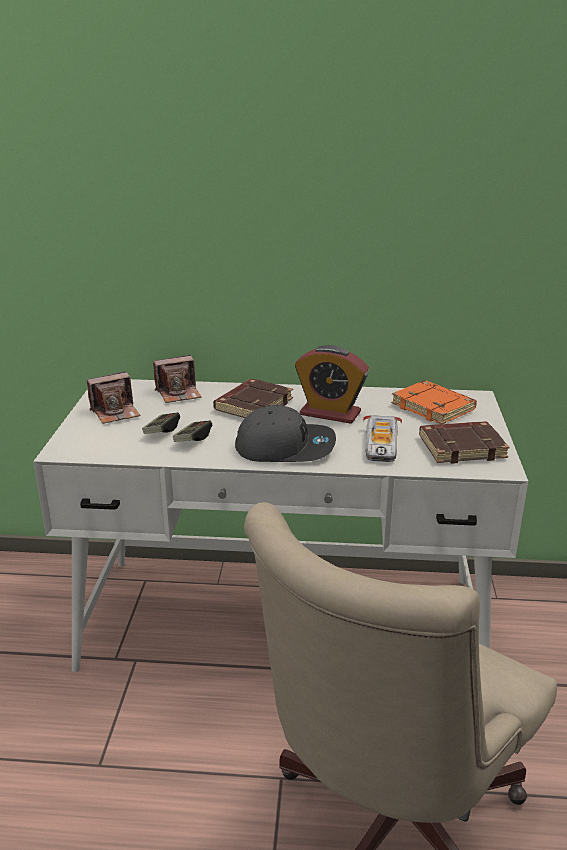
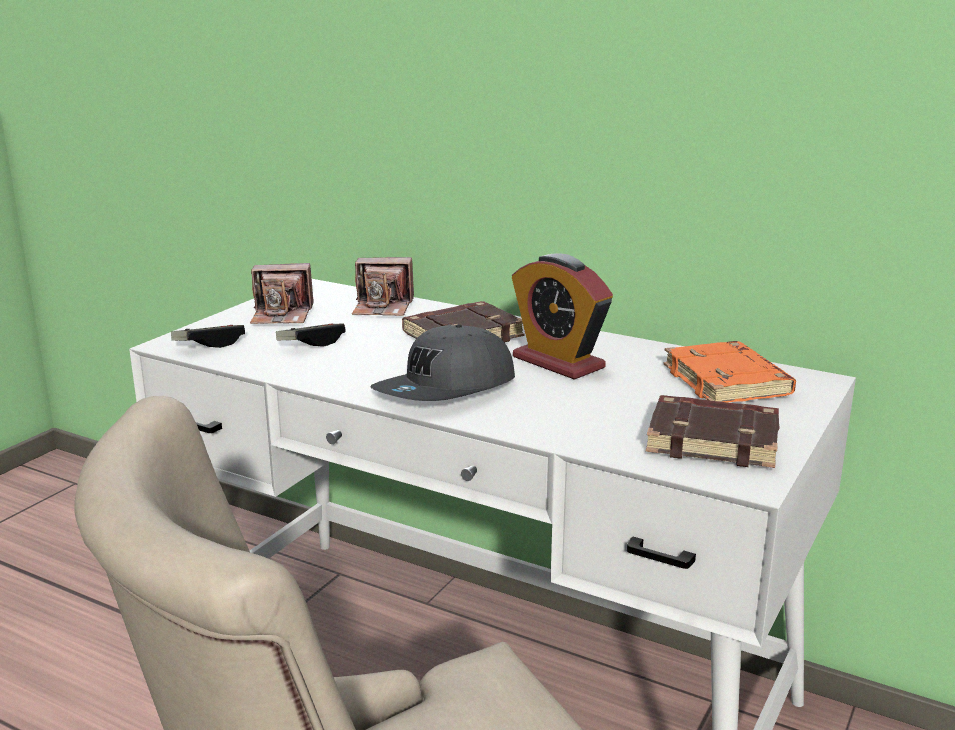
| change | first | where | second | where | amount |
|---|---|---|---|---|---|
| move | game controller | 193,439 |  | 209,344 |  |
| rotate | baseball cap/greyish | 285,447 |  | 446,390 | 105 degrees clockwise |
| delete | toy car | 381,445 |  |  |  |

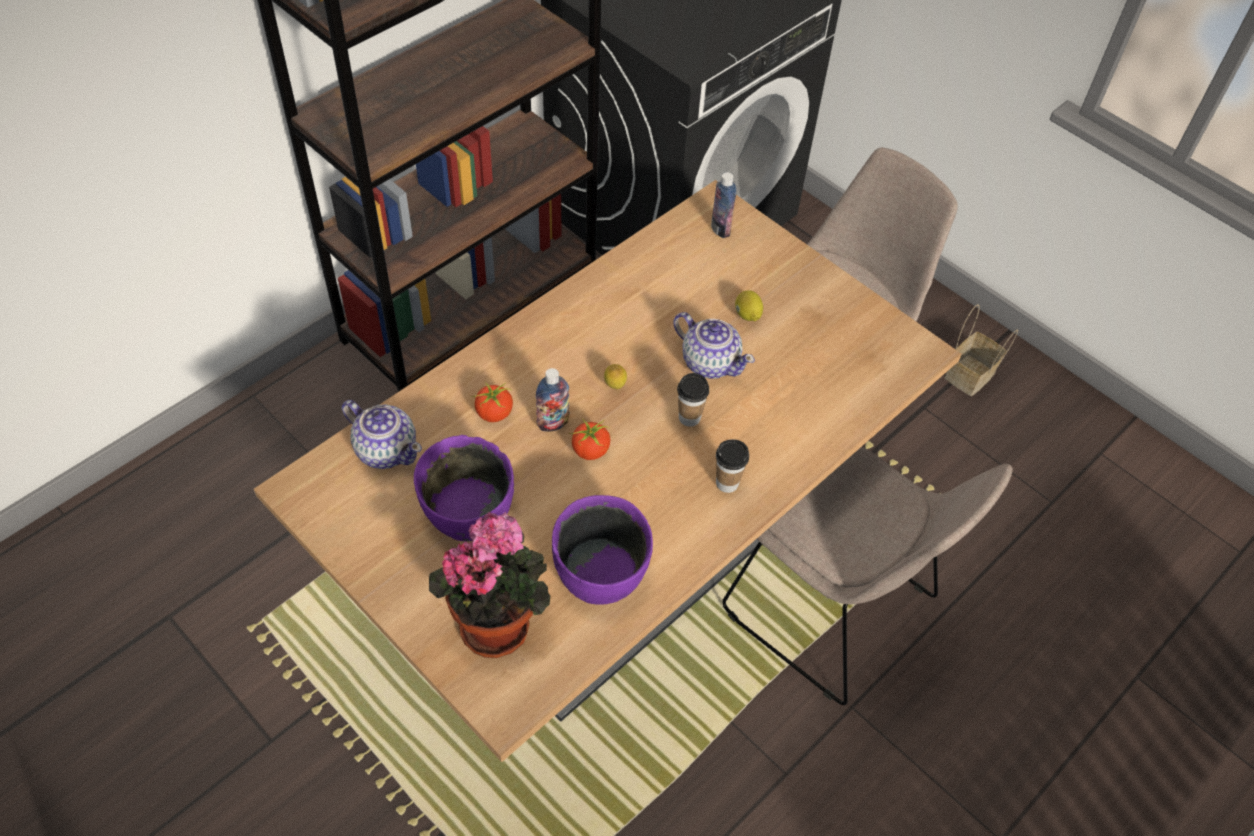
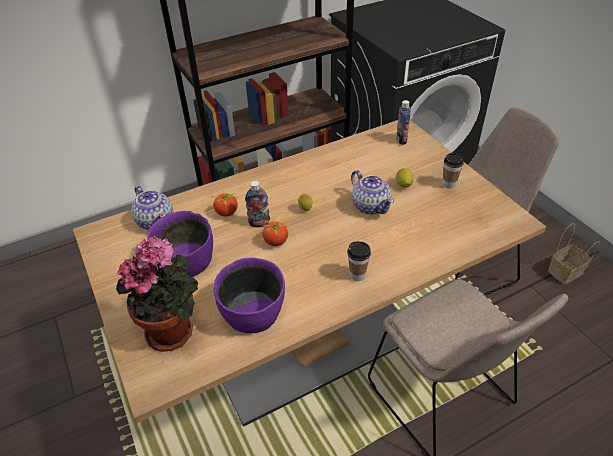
| change | first | where | second | where | amount |
|---|---|---|---|---|---|
| move | small cup | 689,417 |  | 449,184 |  |

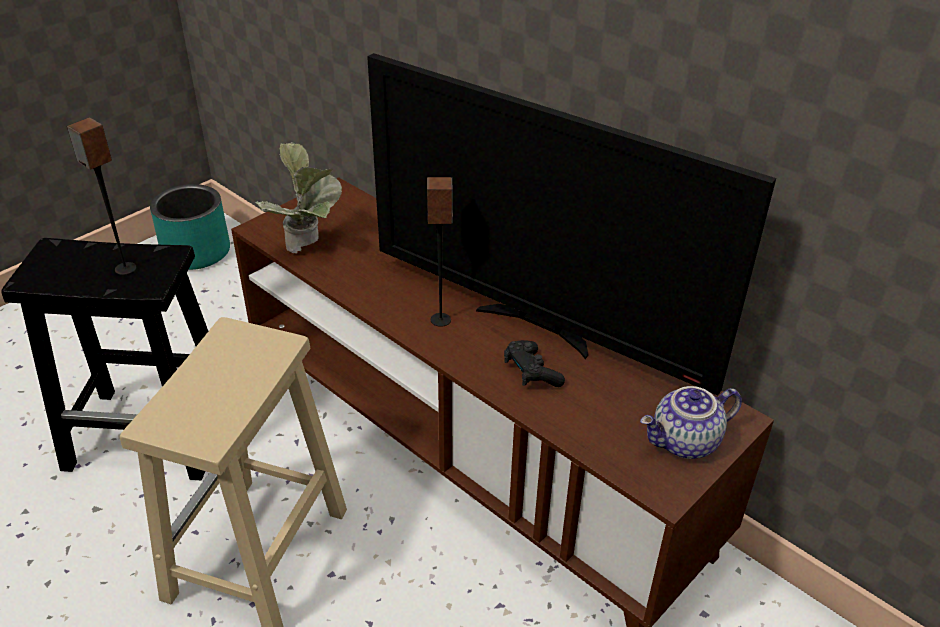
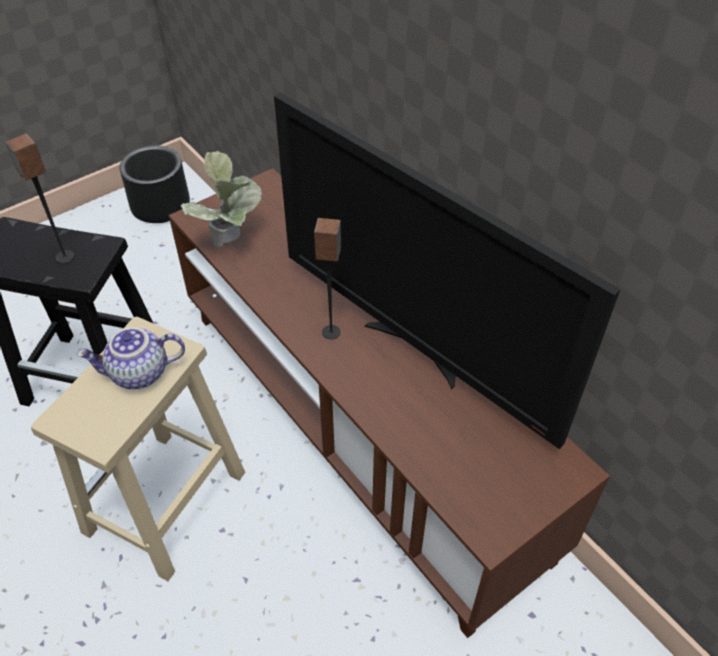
| change | first | where | second | where | amount |
|---|---|---|---|---|---|
| move | teapot | 685,443 |  | 139,374 |  |
| recolor | flower pot/blue-green | 197,252 | flower pot/black | 161,206 |  |
| delete | game controller/black | 531,373 |  |  |  |

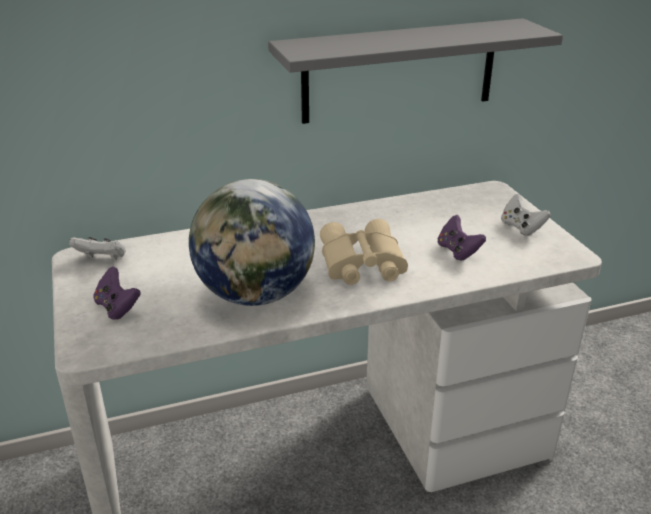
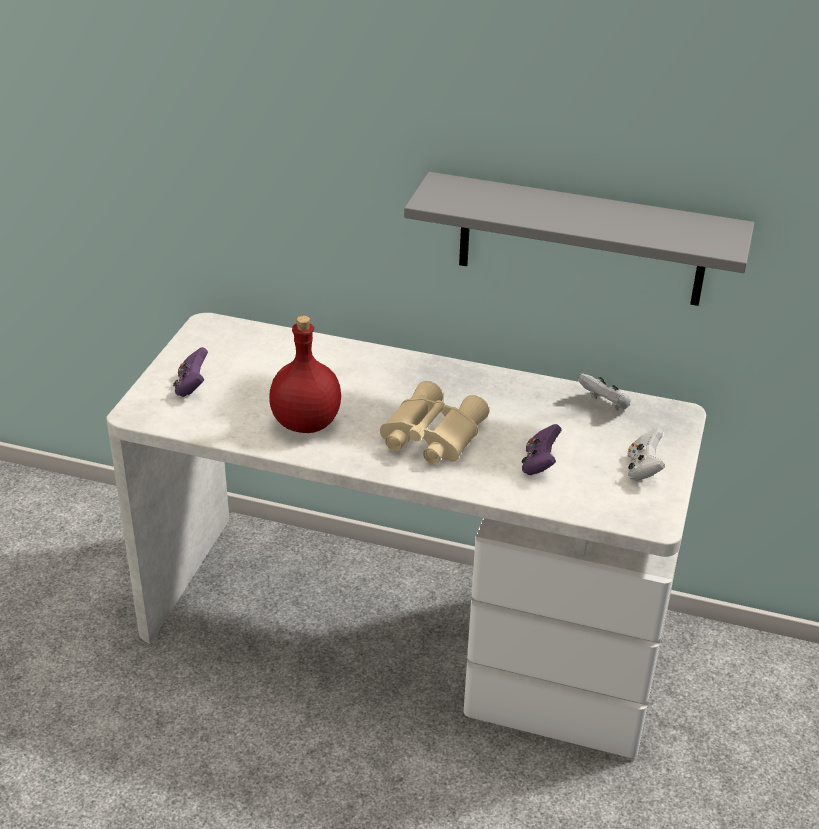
| change | first | where | second | where | amount |
|---|---|---|---|---|---|
| replace | world globe | 256,295 | beverage bottle/reddish | 307,423 |  |
| move | game controller/white-coloured | 102,259 |  | 604,404 |  |

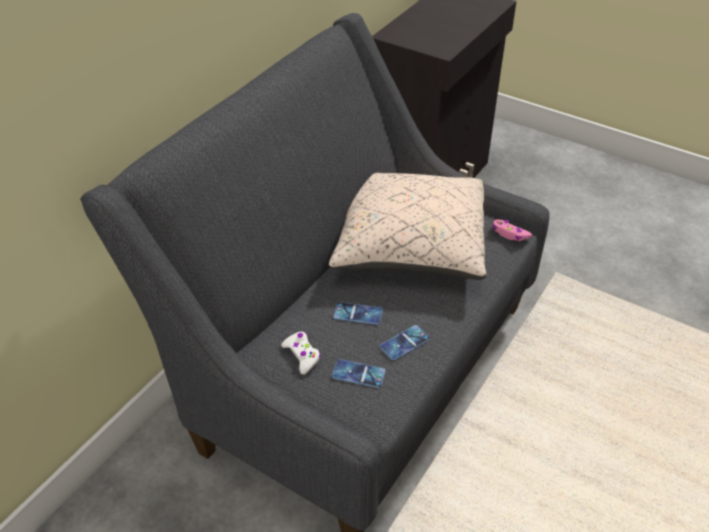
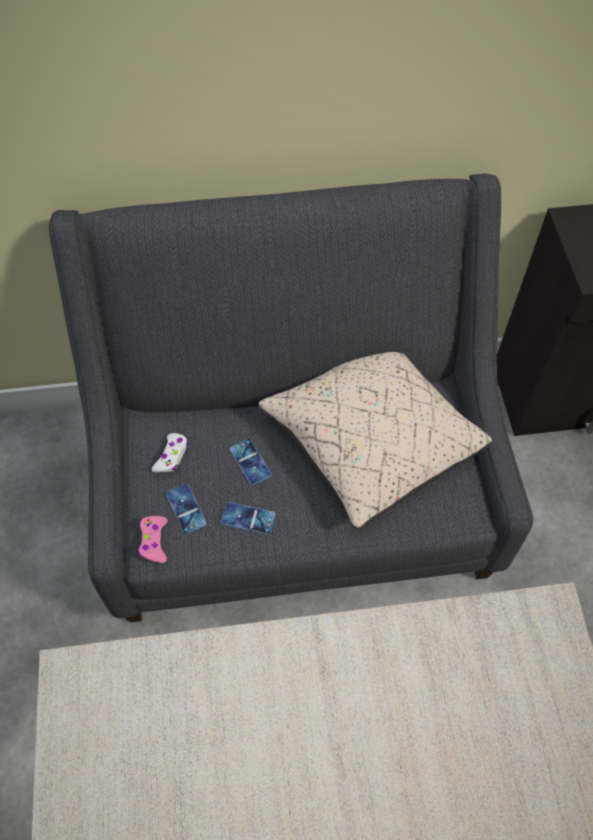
| change | first | where | second | where | amount |
|---|---|---|---|---|---|
| move | game controller/pink-coloured | 510,234 |  | 154,541 |  |

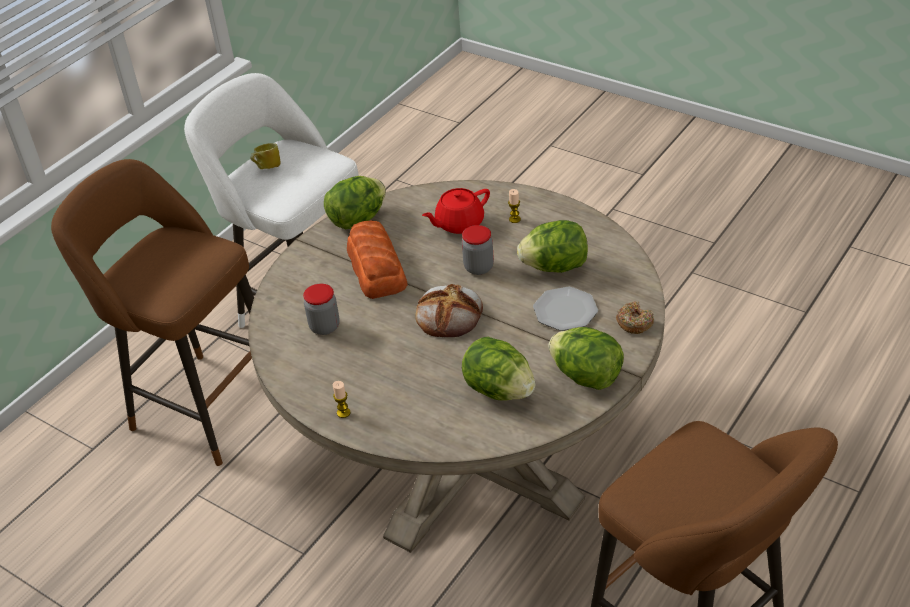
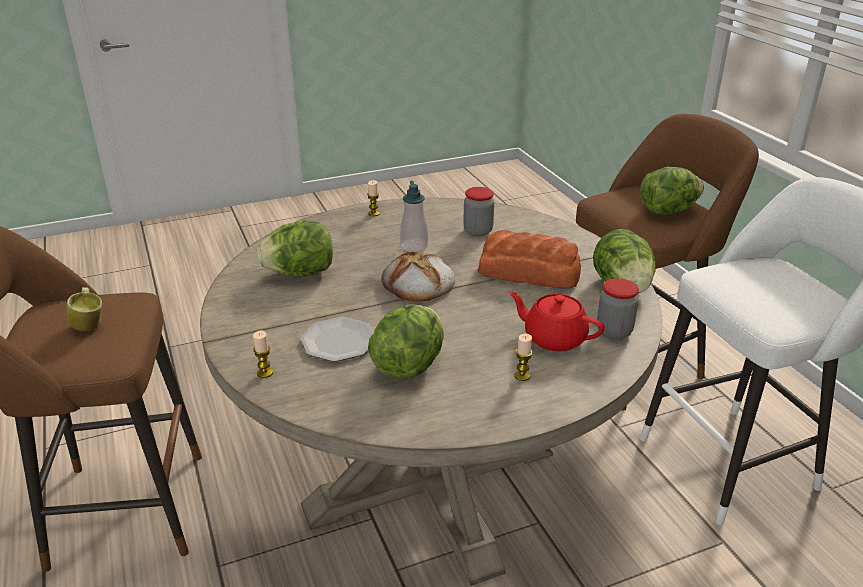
| change | first | where | second | where | amount |
|---|---|---|---|---|---|
| move | tea mug | 267,168 |  | 90,324 |  |
| replace | donut | 634,322 | candle | 265,373 |  |
| insert |  |  | soap bottle | 414,246 |  |
| rotate | teapot/reddish | 458,223 |  | 553,338 | 60 degrees counterclockwise |
| move | storage jar | 478,267 |  | 614,331 |  |
| move | lettuce head | 586,376 |  | 667,211 |  |

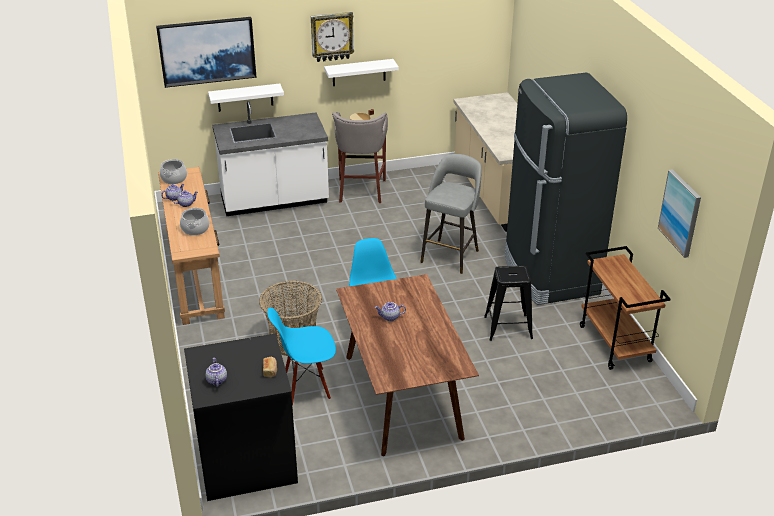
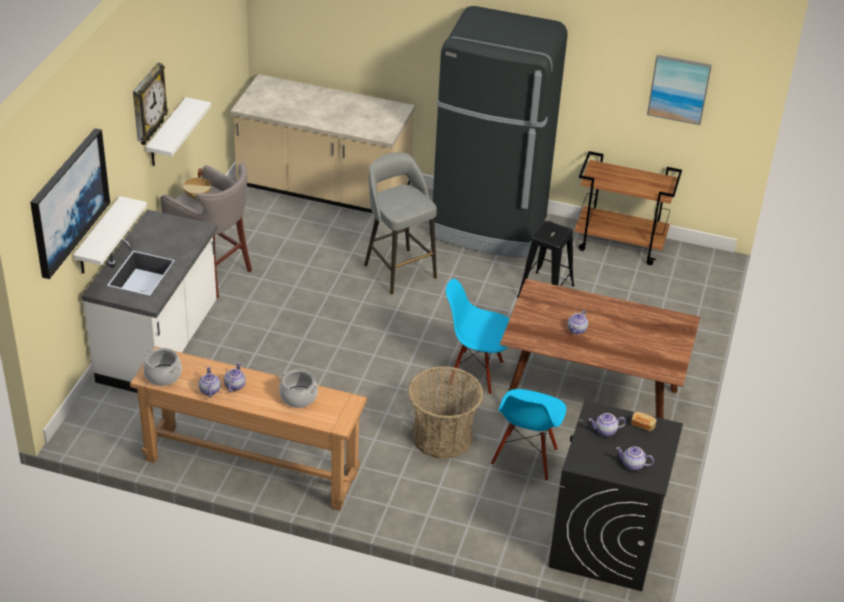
| change | first | where | second | where | amount |
|---|---|---|---|---|---|
| insert |  |  | teapot | 605,431 |  |

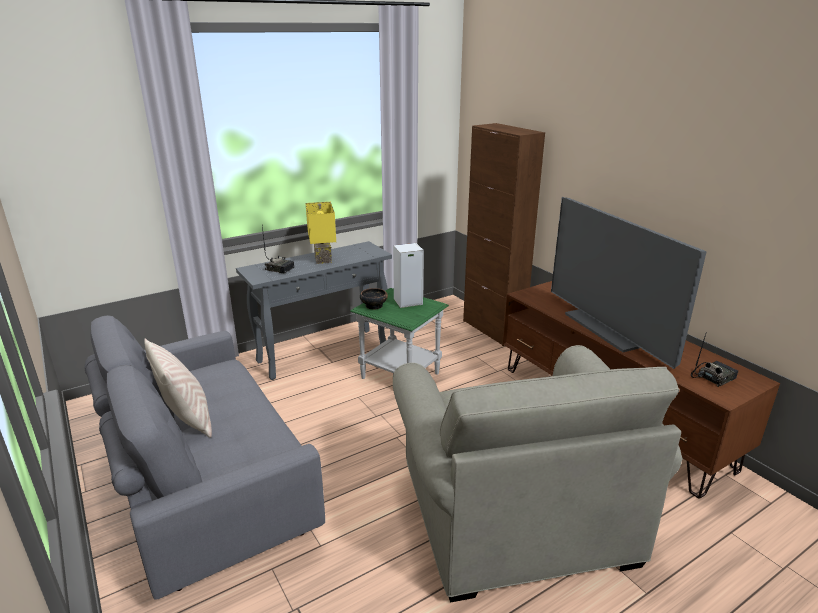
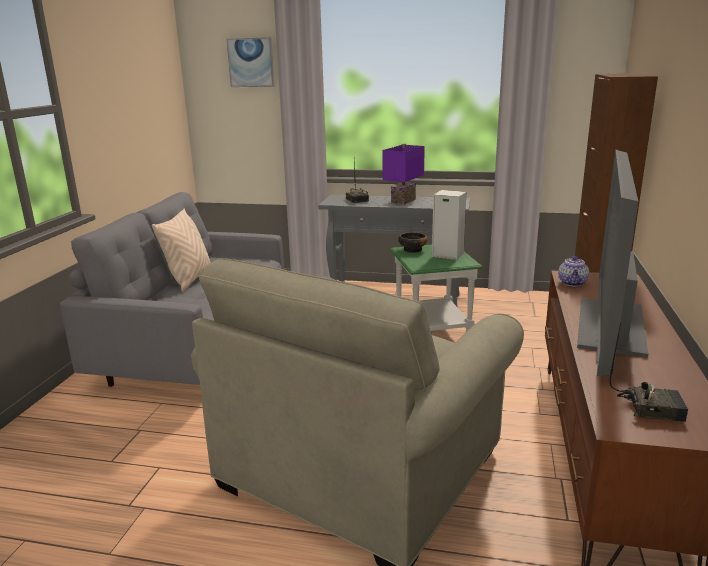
| change | first | where | second | where | amount |
|---|---|---|---|---|---|
| insert |  |  | wall picture | 251,62 |  |
| recolor | table lamp/yellow-coloured | 321,259 | table lamp/purple-coloured | 402,201 |  |
| insert |  |  | teapot | 572,283 |  |

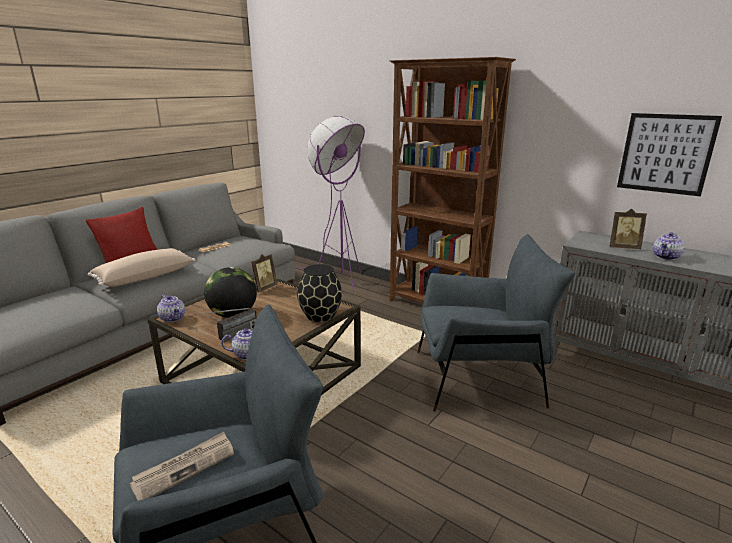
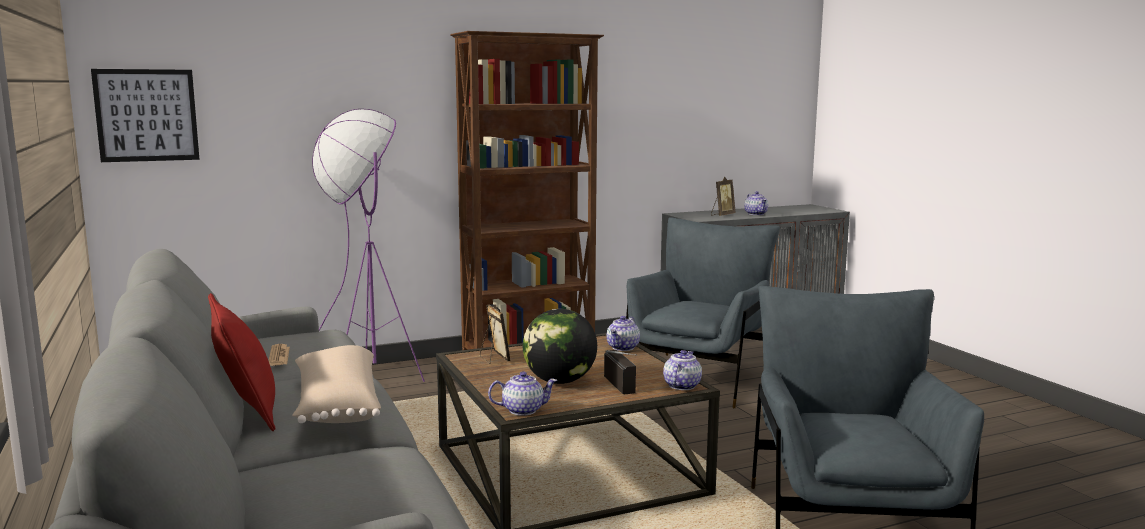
| change | first | where | second | where | amount |
|---|---|---|---|---|---|
| move | wall picture | 665,154 |  | 146,115 |  |
| replace | decorative vase/black | 320,316 | teapot | 623,347 |  |
| delete | printed paper | 185,467 |  |  |  |

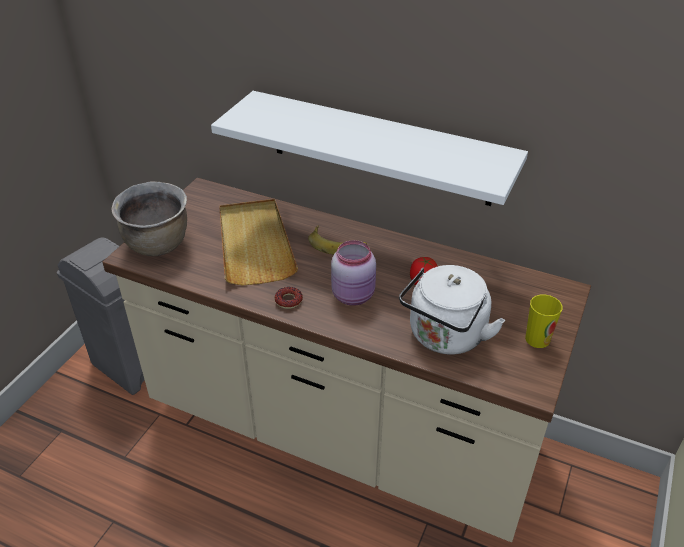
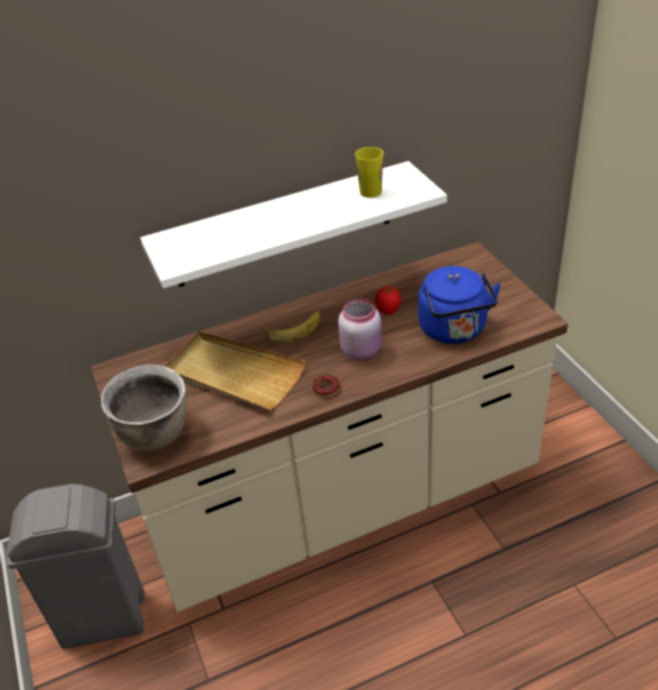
| change | first | where | second | where | amount |
|---|---|---|---|---|---|
| move | small cup | 537,339 |  | 370,192 |  |
| recolor | kettle/white-coloured | 445,337 | kettle/blue | 454,330 |  |

